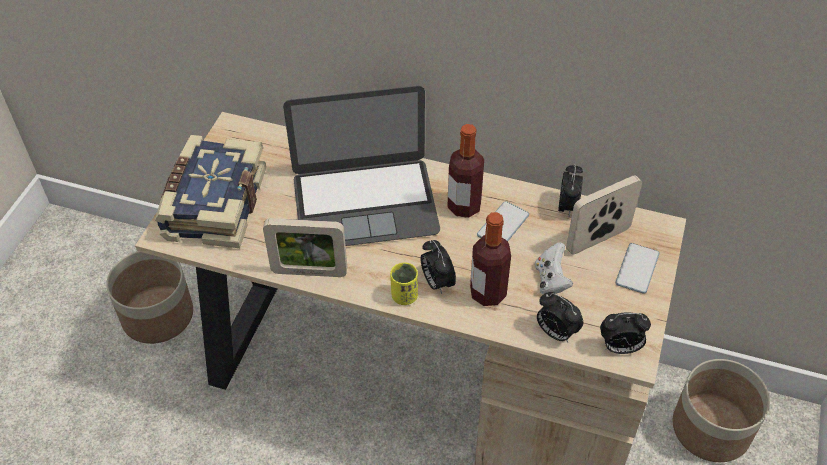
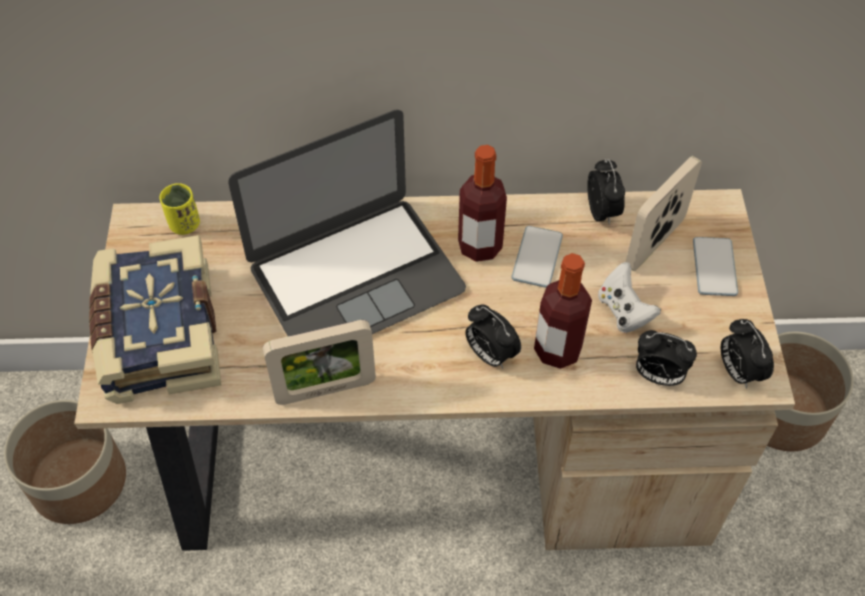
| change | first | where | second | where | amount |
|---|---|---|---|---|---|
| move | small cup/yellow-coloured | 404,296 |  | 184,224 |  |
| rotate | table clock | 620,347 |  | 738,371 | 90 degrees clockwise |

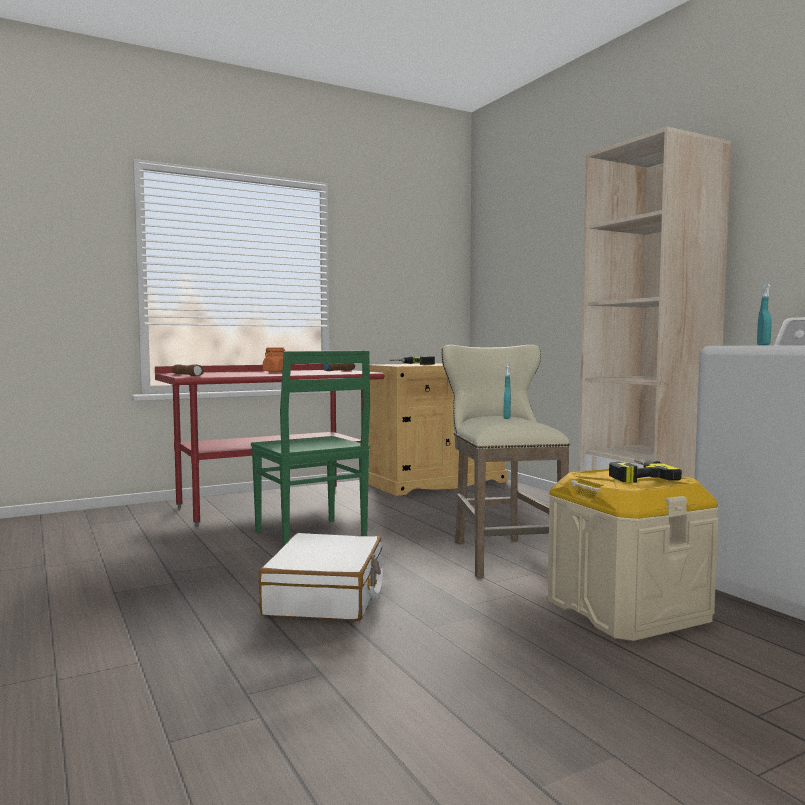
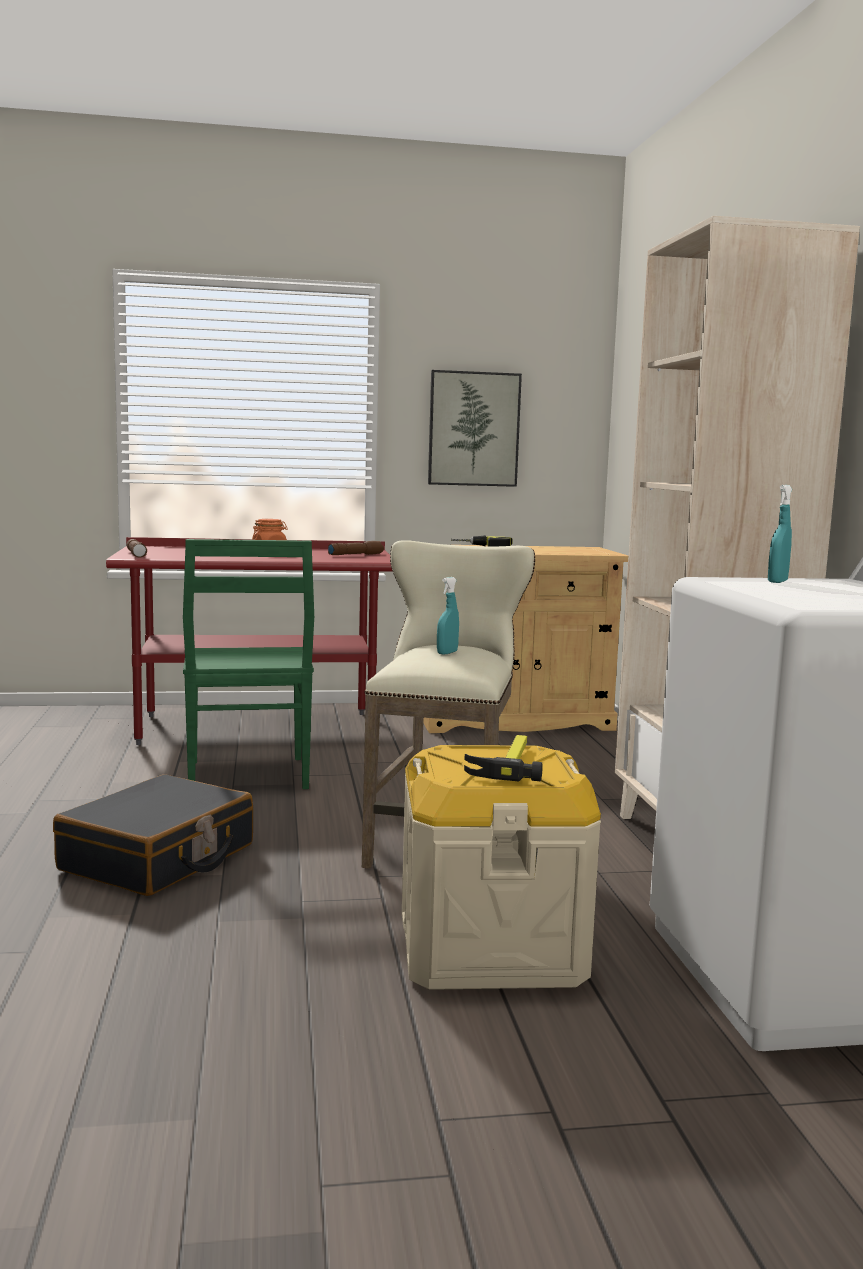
| change | first | where | second | where | amount |
|---|---|---|---|---|---|
| recolor | suitcase/white-coloured | 326,596 | suitcase/black | 159,858 |  |
| insert |  |  | wall picture | 473,429 |  |
| replace | electric drill | 634,475 | hand hammer | 508,763 |  |

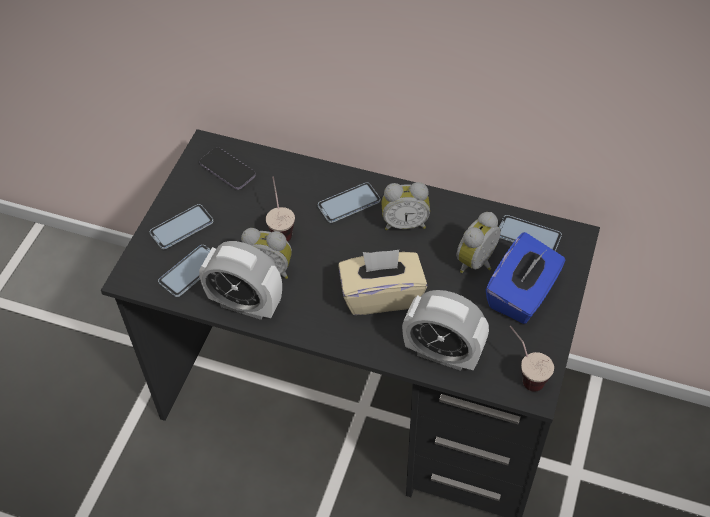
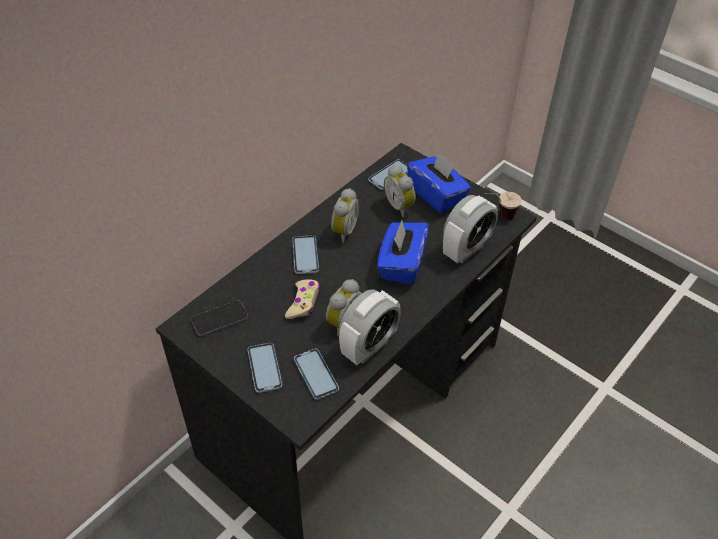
| change | first | where | second | where | amount |
|---|---|---|---|---|---|
| replace | small cup | 280,227 | game controller/beige | 303,303 |  |
| recolor | tissue holder/beige | 381,295 | tissue holder/blue | 401,265 |  |

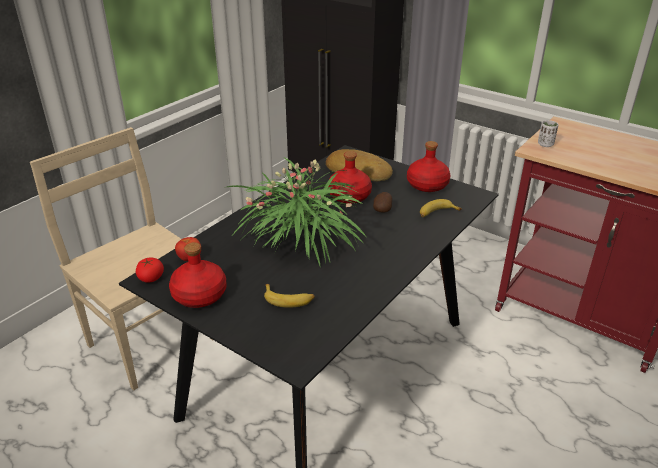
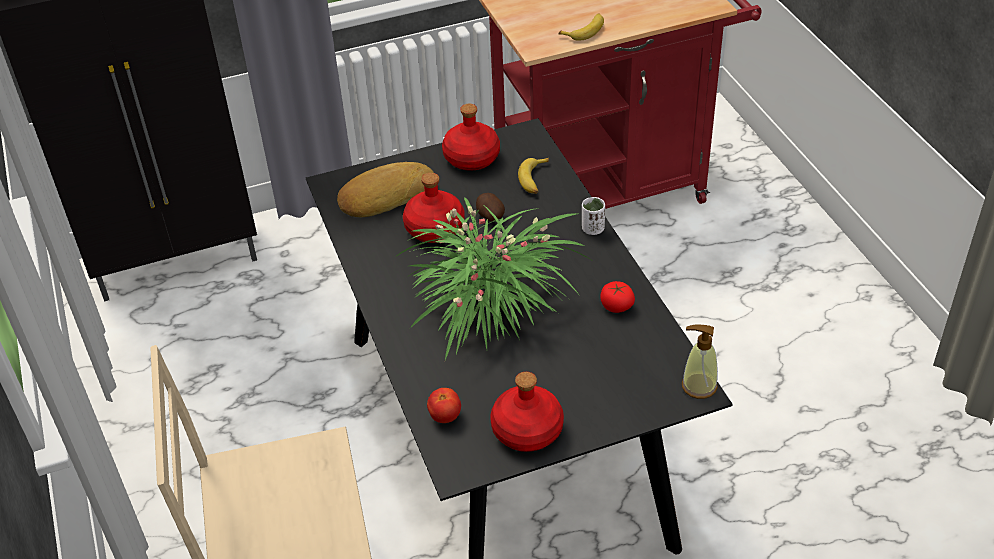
| change | first | where | second | where | amount |
|---|---|---|---|---|---|
| move | banana | 288,299 |  | 585,31 |  |
| move | small cup/white-coloured | 545,144 |  | 593,229 |  |
| move | fresh tomato | 151,278 |  | 616,305 |  |
| insert |  |  | soap bottle | 698,386 |  |

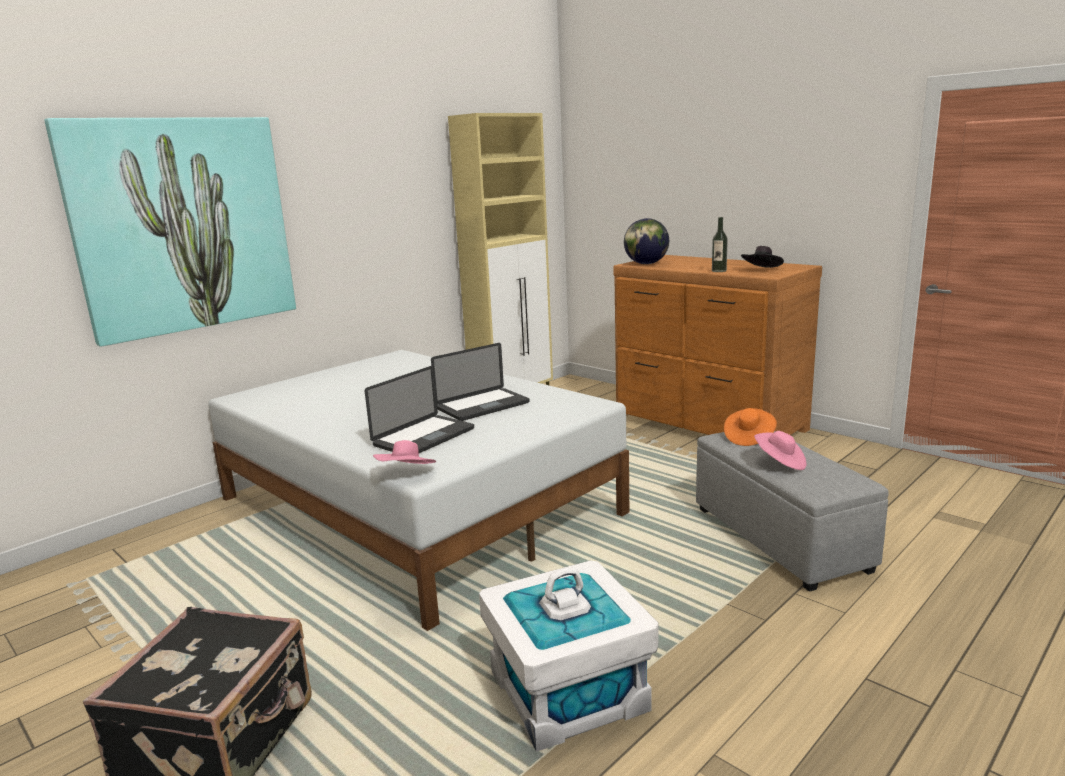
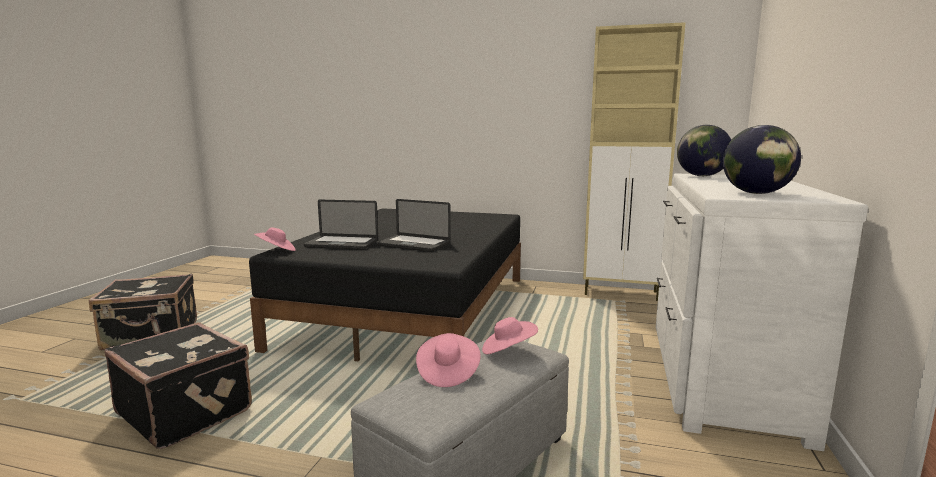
| change | first | where | second | where | amount |
|---|---|---|---|---|---|
| replace | storage box/white-coloured | 568,691 | suitcase/black | 187,411 |  |
| recolor | sleeping bed/white-coloured | 417,505 | sleeping bed/black | 412,310 |  |
| recolor | hat/orange | 749,438 | hat/pink-coloured | 508,351 |  |
| recolor | dresser/brownish | 707,424 | dresser/white-coloured | 719,379 |  |
| replace | hat/black | 762,270 | world globe | 756,193 |  |
| delete | wall picture | 183,226 |  |  |  |
| delete | beverage bottle | 719,271 |  |  |  |

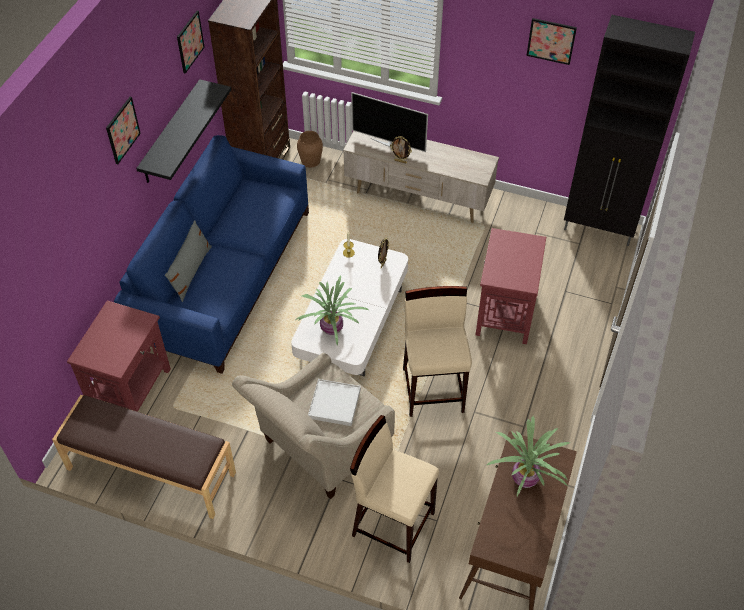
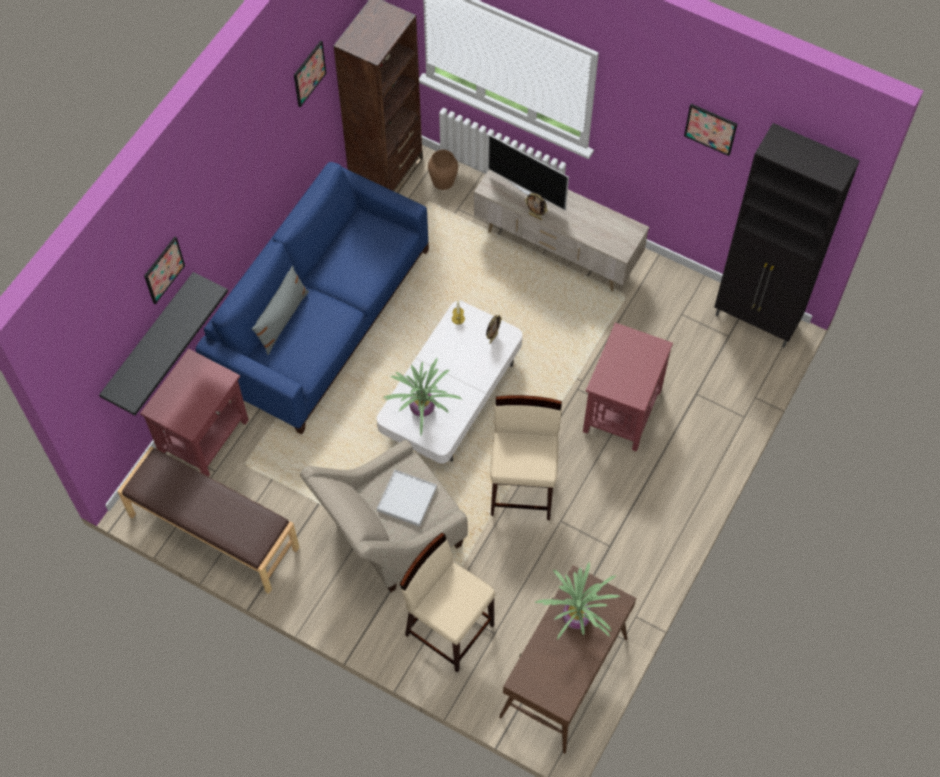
| change | first | where | second | where | amount |
|---|---|---|---|---|---|
| move | wall shelf/black | 171,133 |  | 150,340 |  |
| move | wall picture | 122,130 |  | 163,270 |  |

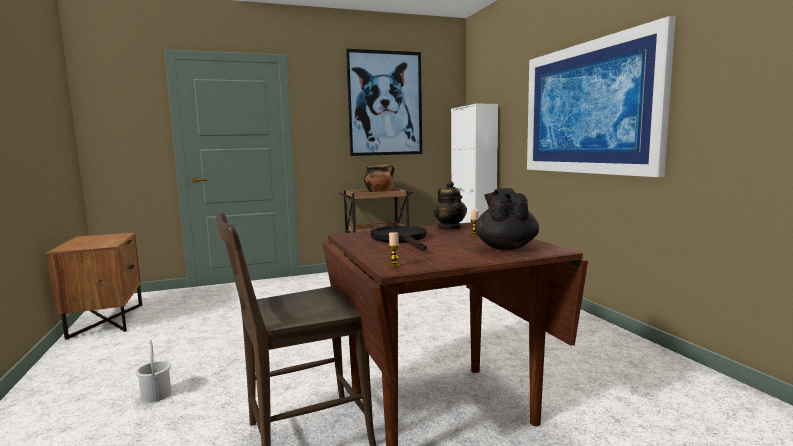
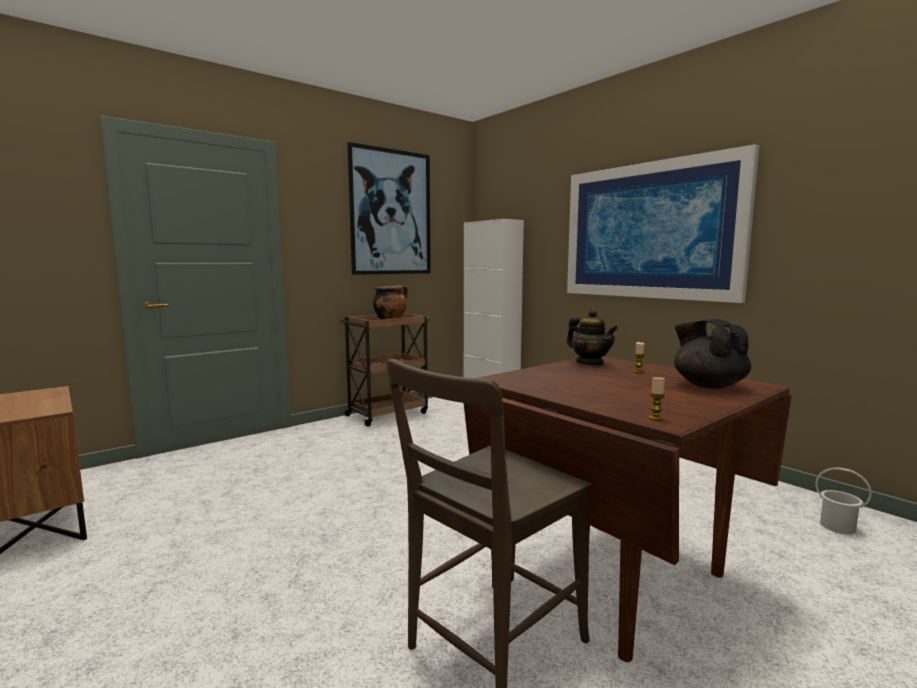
| change | first | where | second | where | amount |
|---|---|---|---|---|---|
| move | water bucket/white-coloured | 157,395 |  | 837,526 |  |
| delete | frying pan/black | 401,240 |  |  |  |

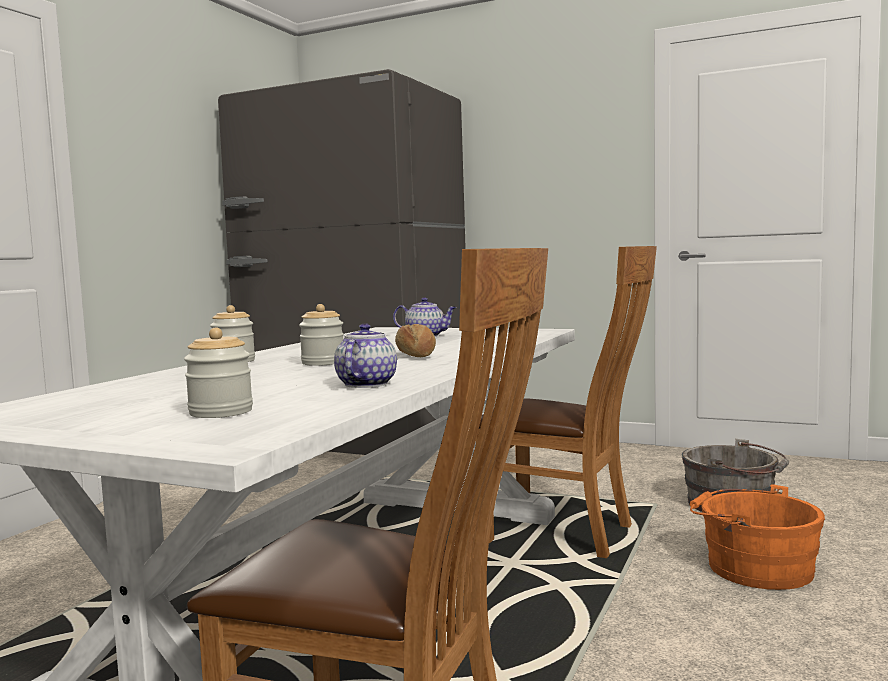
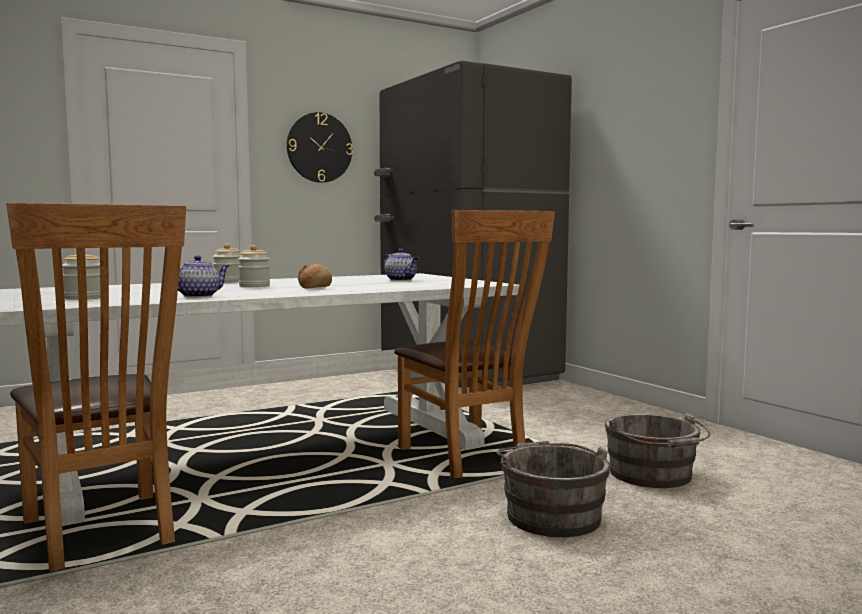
| change | first | where | second | where | amount |
|---|---|---|---|---|---|
| insert |  |  | hanging clock | 319,147 |  |
| recolor | water bucket/orange | 753,567 | water bucket/greyish | 551,515 |  |

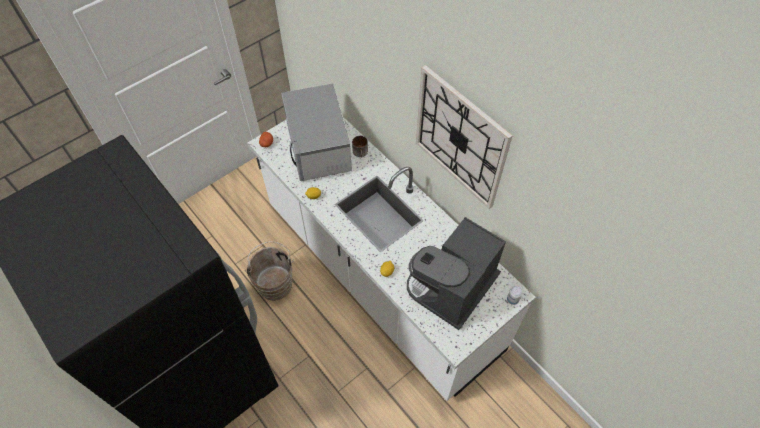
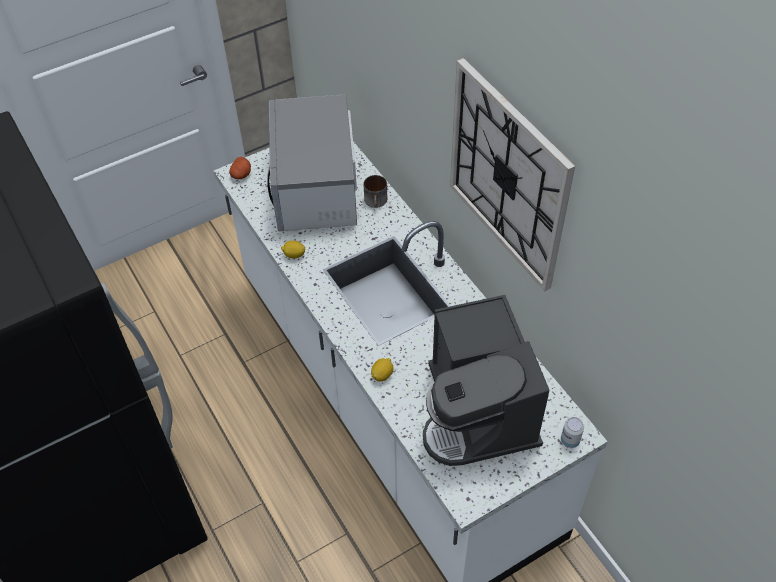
| change | first | where | second | where | amount |
|---|---|---|---|---|---|
| rotate | coffee maker | 452,289 |  | 478,412 | 60 degrees counterclockwise |
| delete | water bucket/brownish | 275,282 |  |  |  |

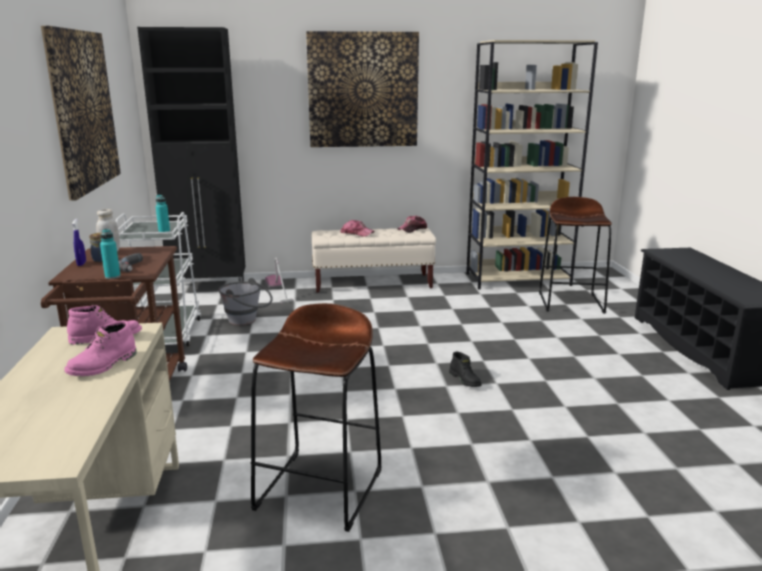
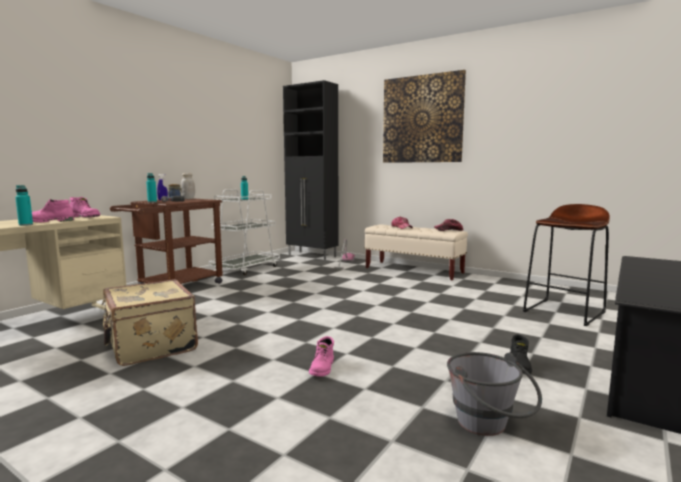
| change | first | where | second | where | amount |
|---|---|---|---|---|---|
| insert |  |  | beverage bottle/blue-green | 25,225 |  |
| replace | stool seat/brownish | 320,489 | suitcase/beige | 150,346 |  |
| insert |  |  | high-top boot/pink-coloured | 323,368 |  |
| move | water bucket/greyish | 247,320 |  | 489,427 |  |
| move | high-top boot/black | 465,380 |  | 520,366 |  |
| delete | wall picture | 83,110 |  |  |  |
| delete | bookshelf/beige | 518,279 |  |  |  |

